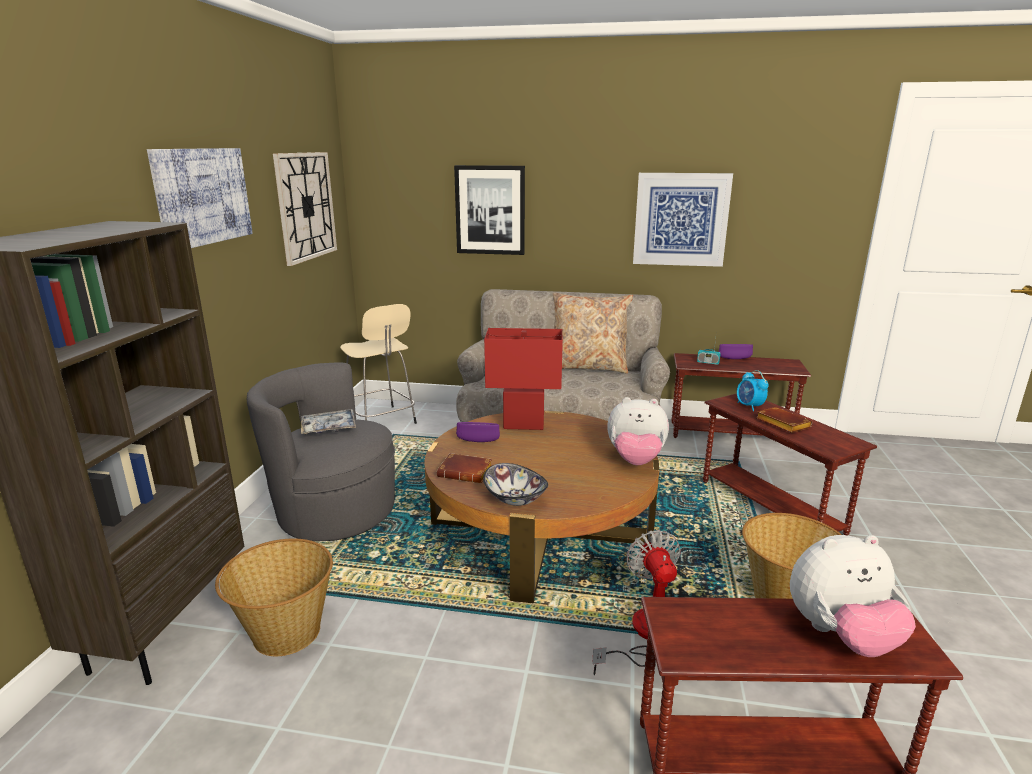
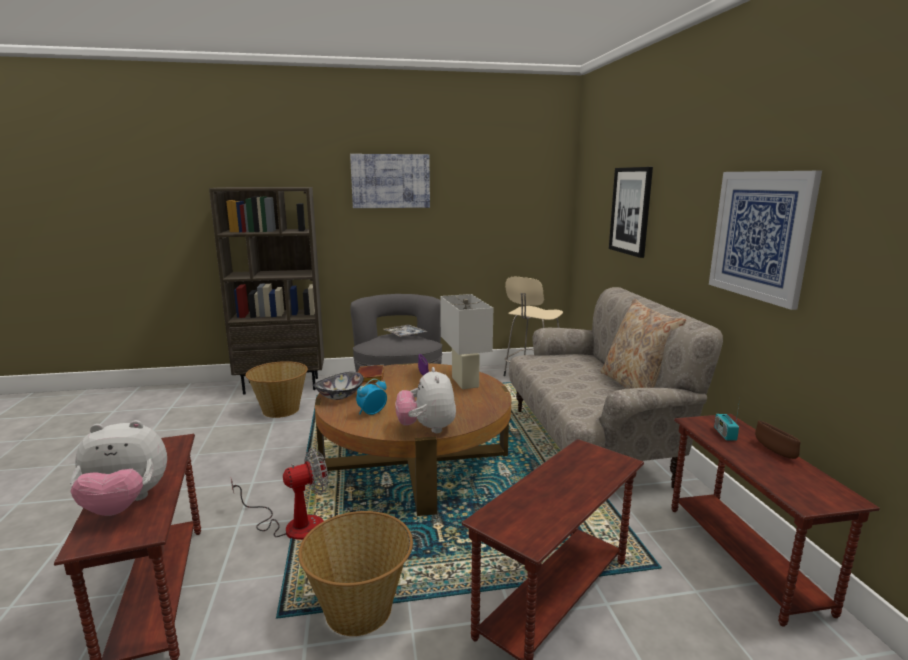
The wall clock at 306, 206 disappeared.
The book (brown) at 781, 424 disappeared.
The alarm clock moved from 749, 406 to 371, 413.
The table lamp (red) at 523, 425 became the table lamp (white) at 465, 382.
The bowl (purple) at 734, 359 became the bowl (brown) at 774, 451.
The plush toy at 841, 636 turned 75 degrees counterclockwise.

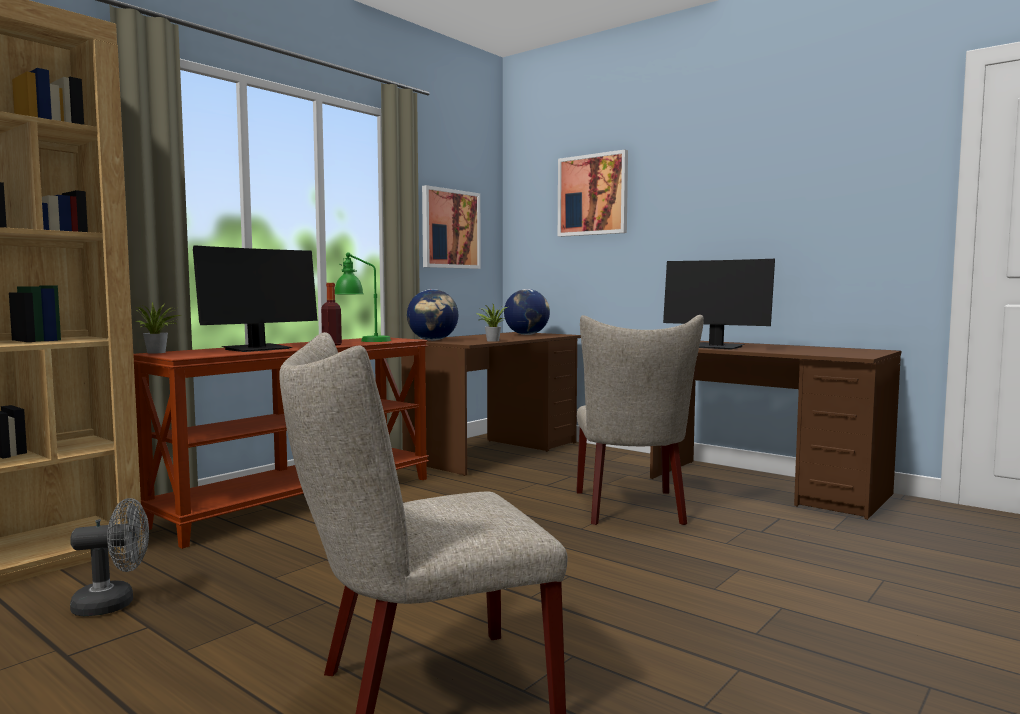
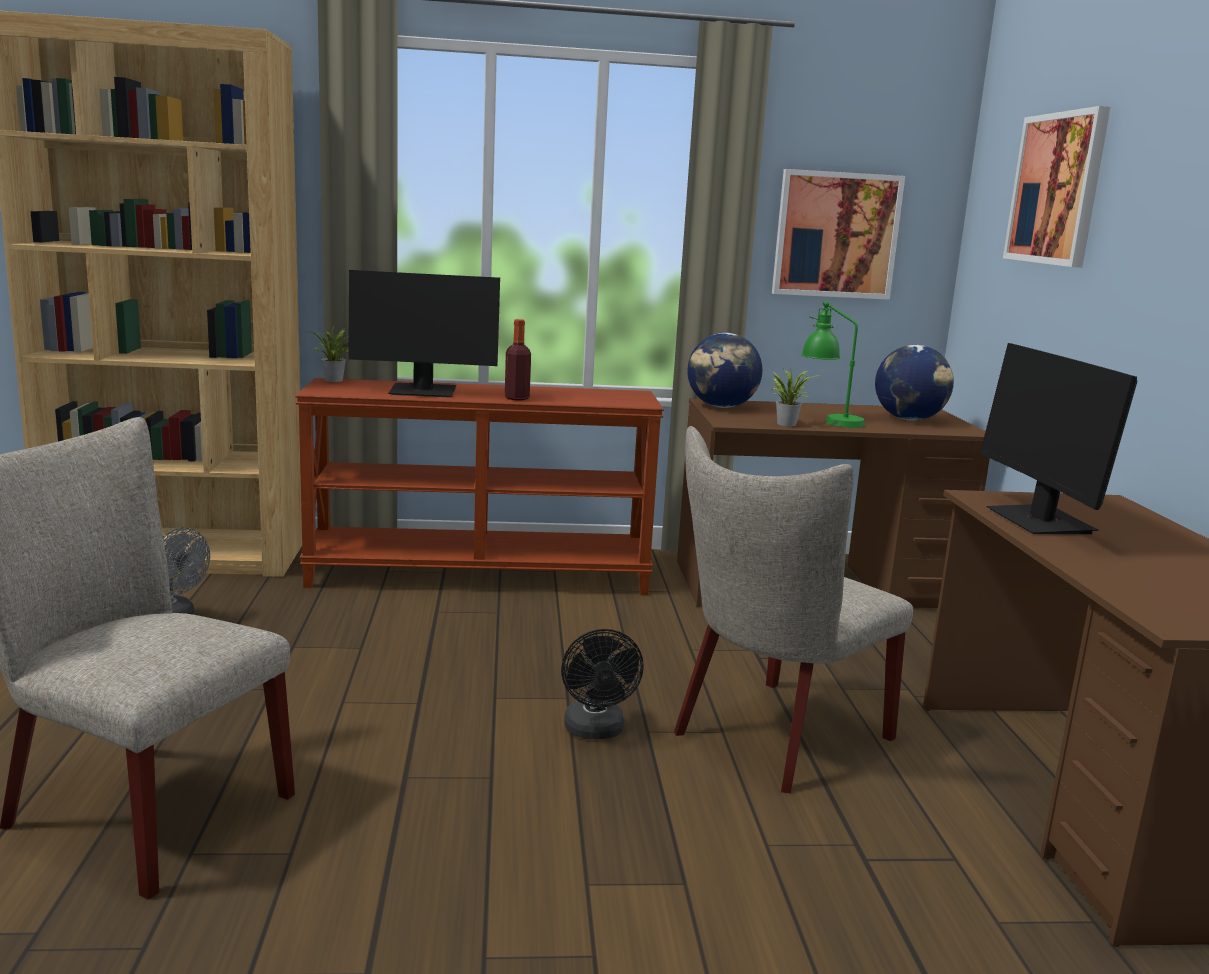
The fan (black) at 596, 732 appeared.
The table lamp (green) moved from 362, 341 to 828, 420.

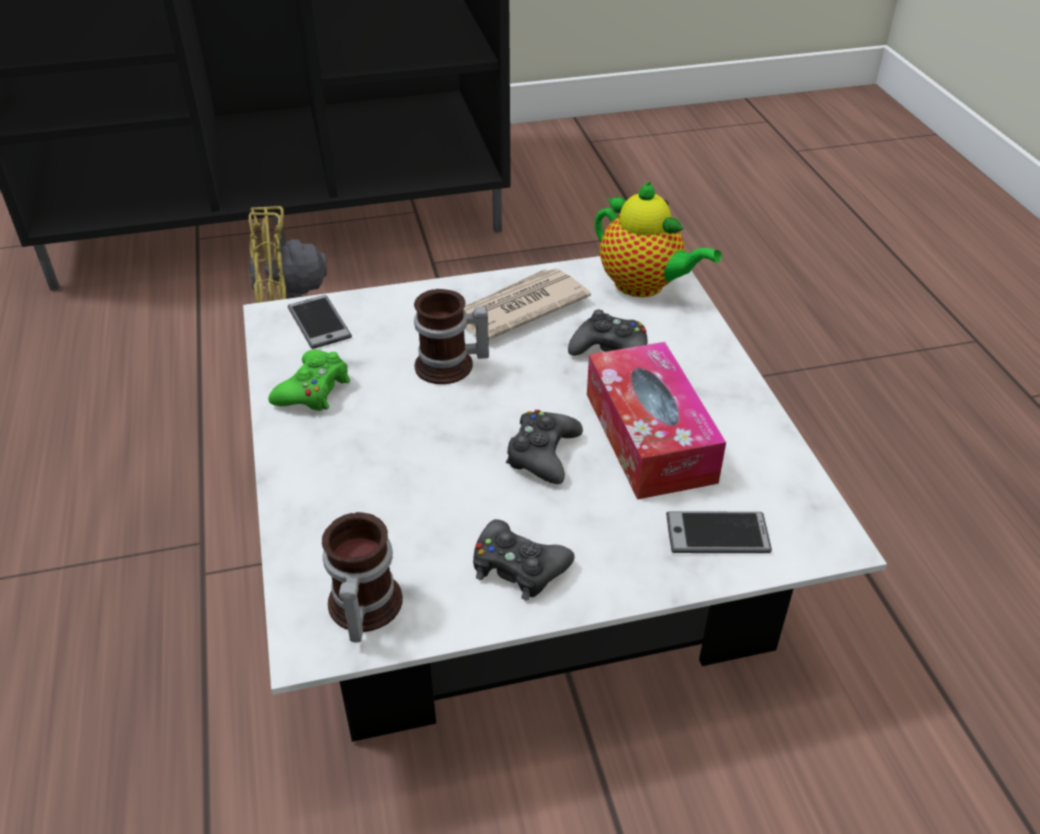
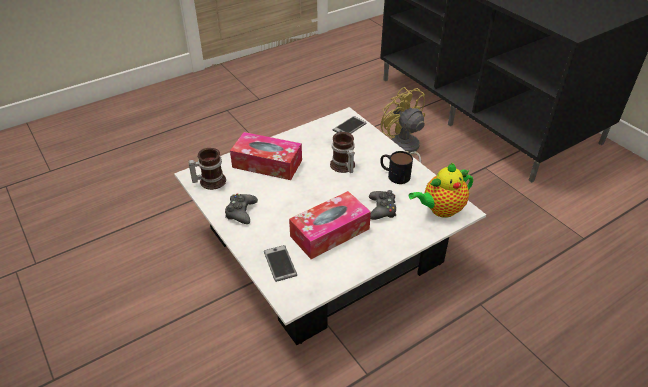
The game controller (green) at 313, 390 disappeared.
The game controller (black) at 543, 454 disappeared.
The tissue box at 267, 164 appeared.
The newspaper at 518, 309 was replaced by the mug at 394, 175.
The teapot at 644, 286 turned 45 degrees clockwise.

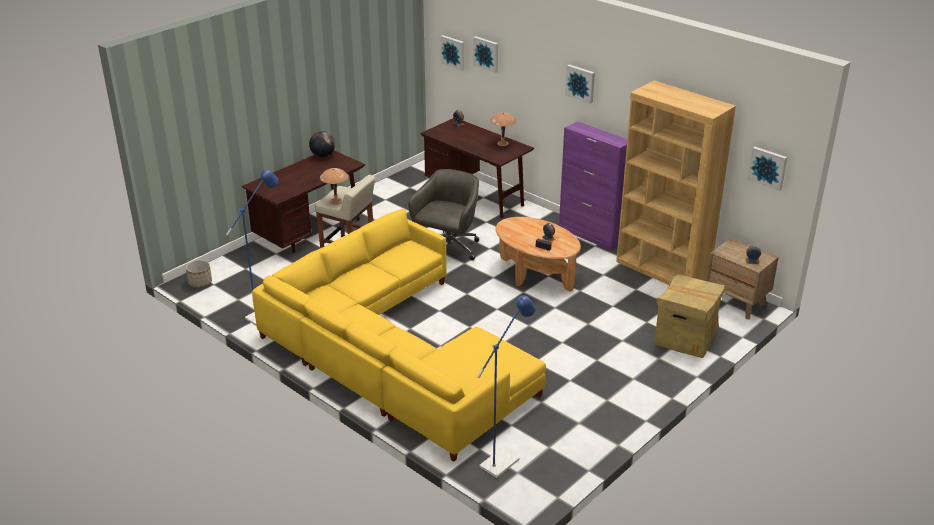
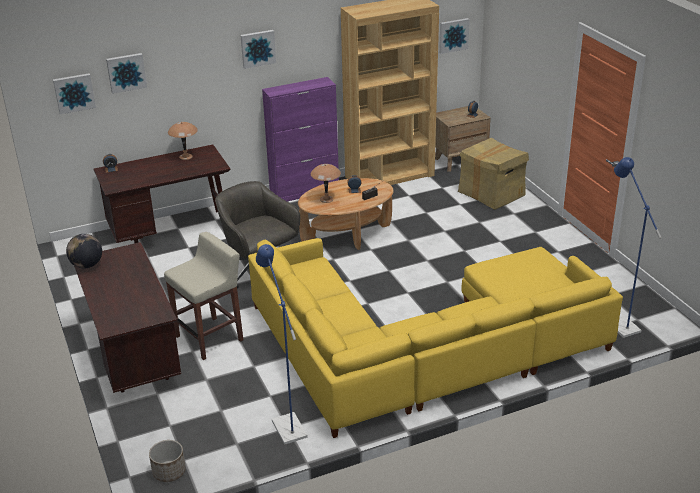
The table lamp (brown) moved from 336, 201 to 326, 199.

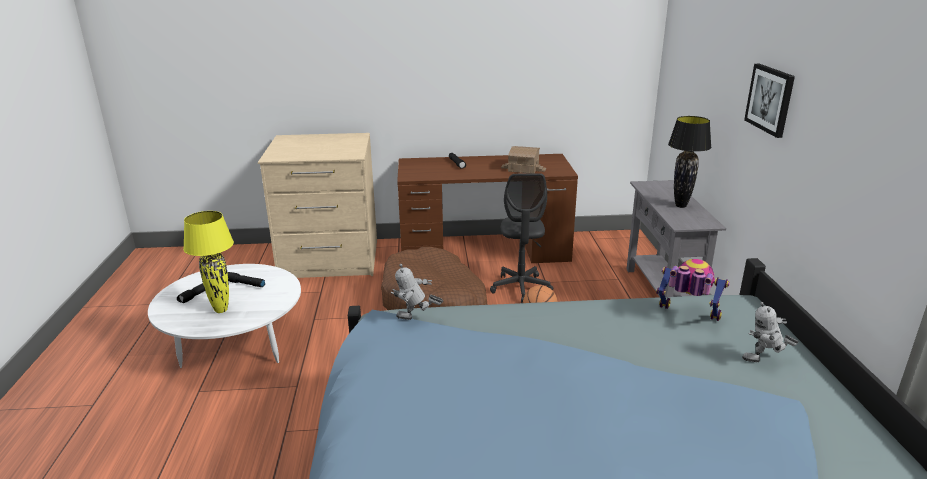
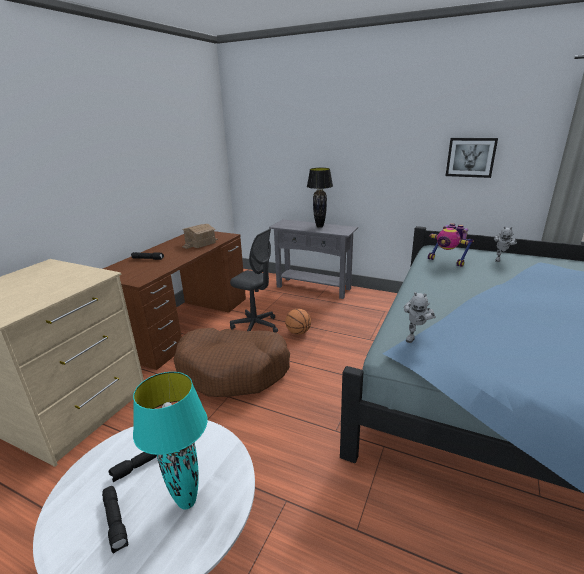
The picture moved from 770, 99 to 470, 157.
The table lamp (yellow) at 220, 310 became the table lamp (turquoise) at 187, 502.
The toy robot at 687, 317 turned 105 degrees counterclockwise.

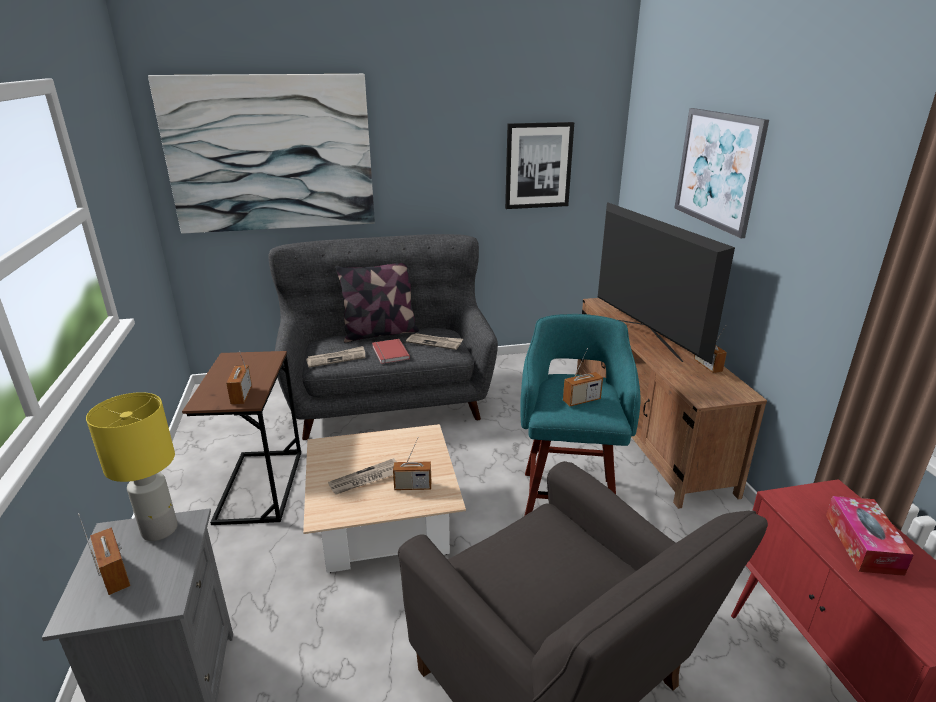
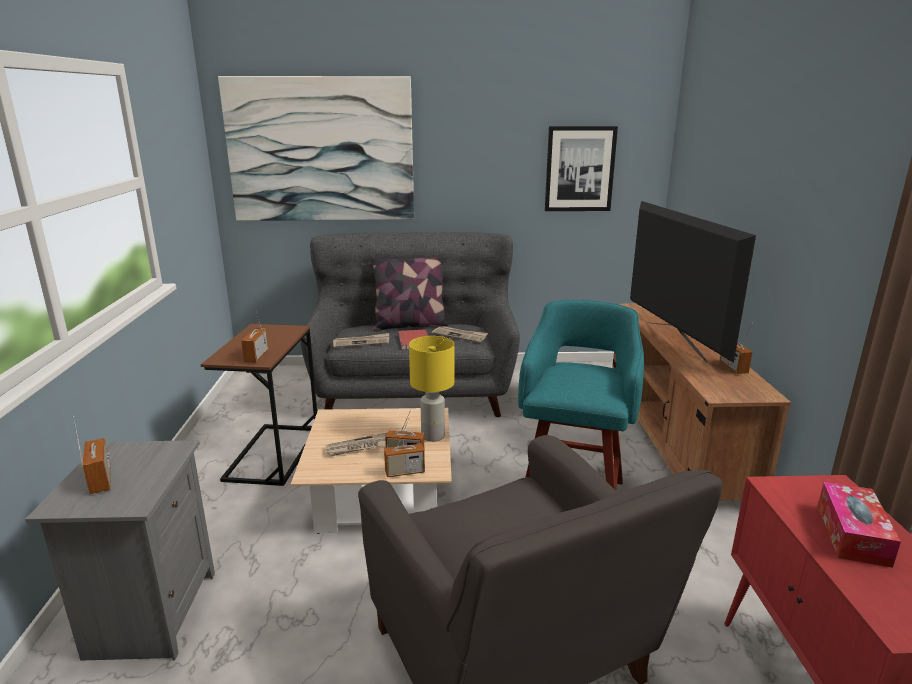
The picture at 718, 169 disappeared.
The table lamp (yellow) moved from 159, 529 to 432, 436.
The radio moved from 581, 400 to 404, 472.

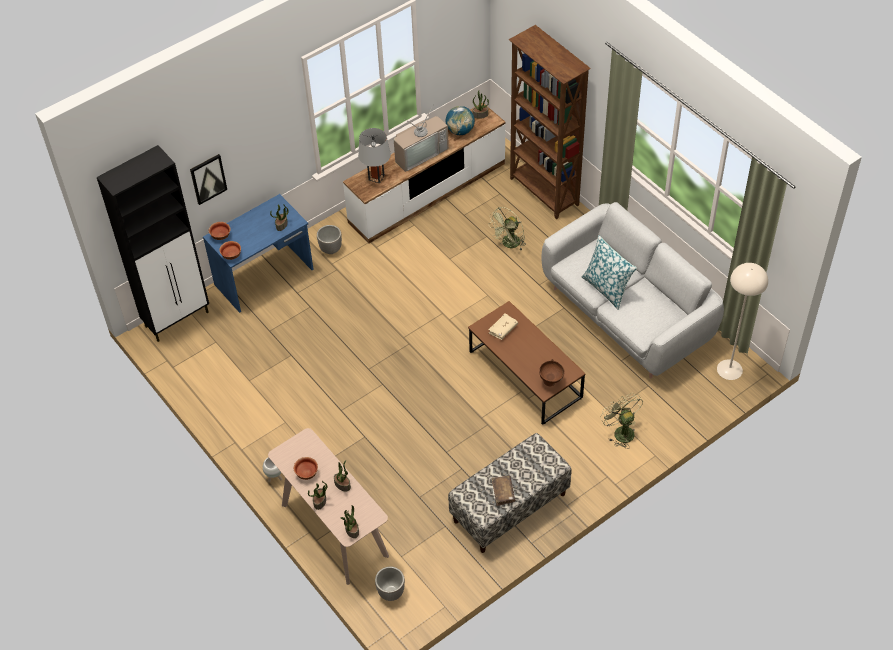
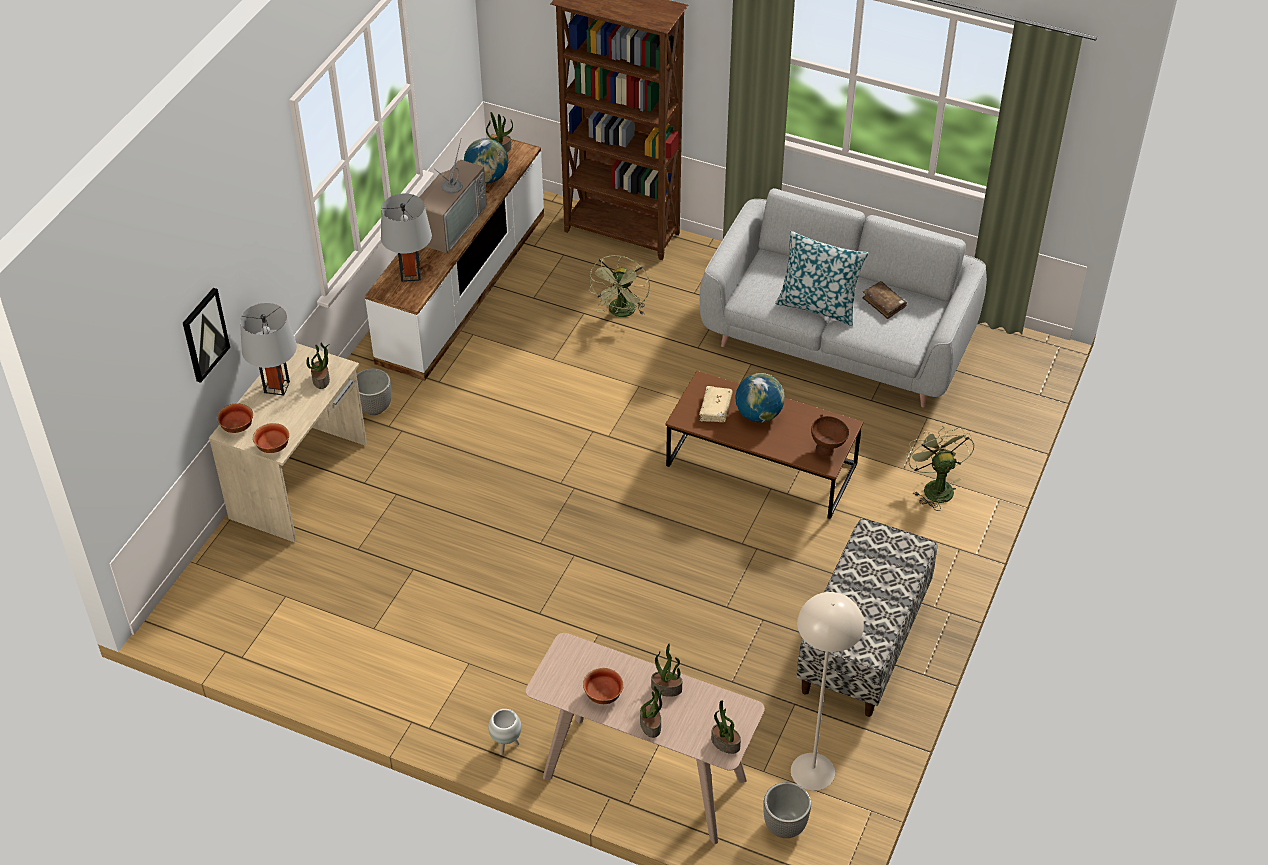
The cabinet (black) at 178, 319 disappeared.
The table lamp (grey) at 277, 387 appeared.
The globe at 758, 415 appeared.
The book (brown) moved from 503, 492 to 884, 303.
The floor lamp (beige) moved from 730, 369 to 813, 771.
The desk (blue) at 265, 277 became the desk (beige) at 301, 480.
The fan (green) at 620, 431 turned 45 degrees clockwise.

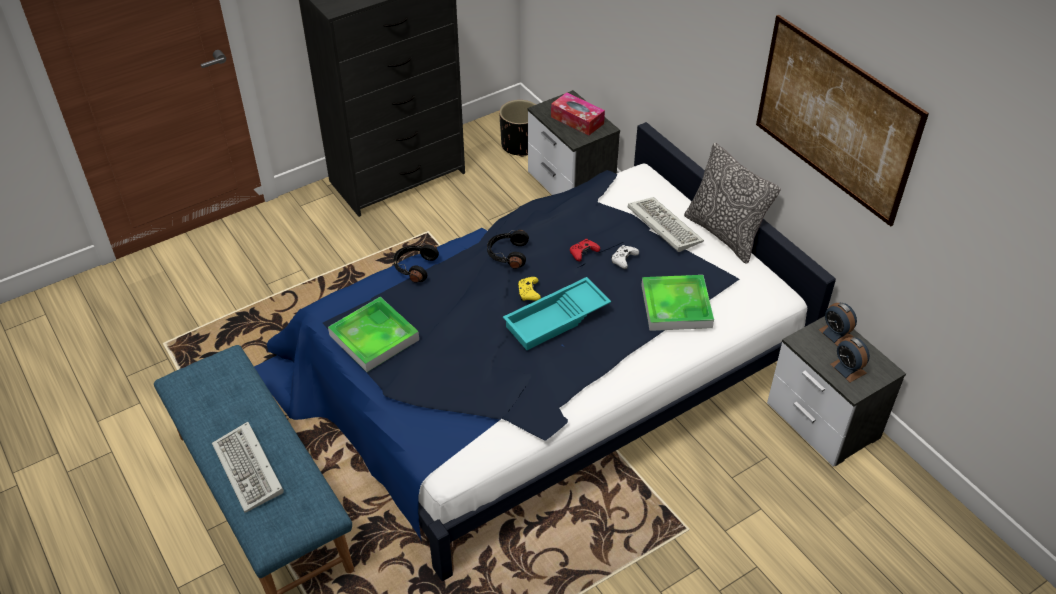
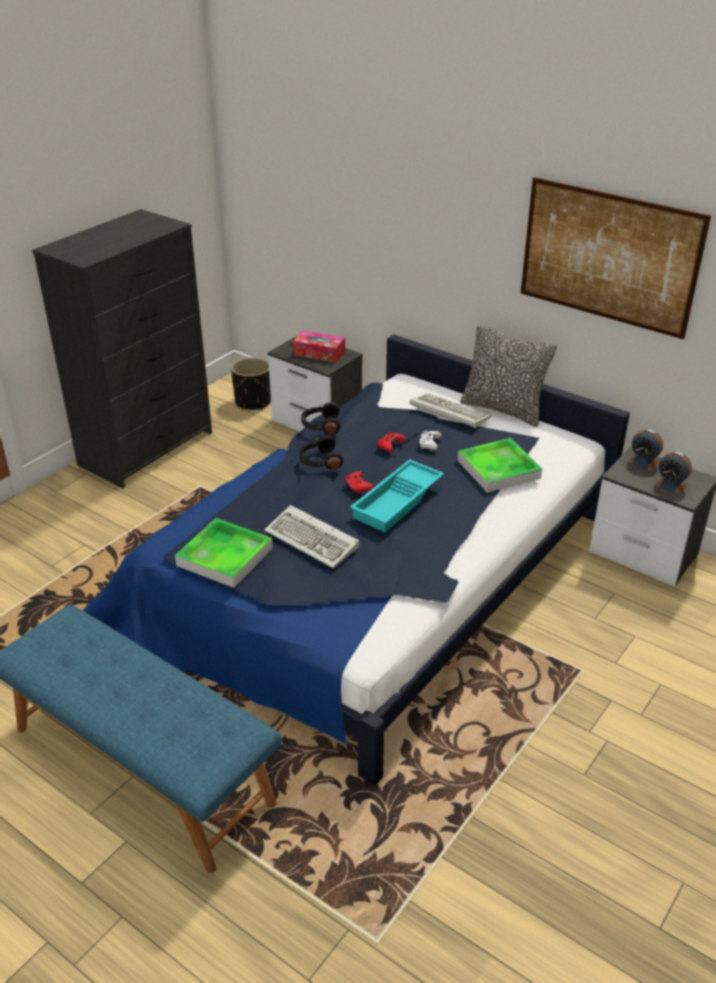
The keyboard moved from 250, 470 to 314, 540.
The headphones (black) moved from 414, 267 to 321, 425.
The game controller (yellow) at 528, 293 became the game controller (red) at 357, 487.

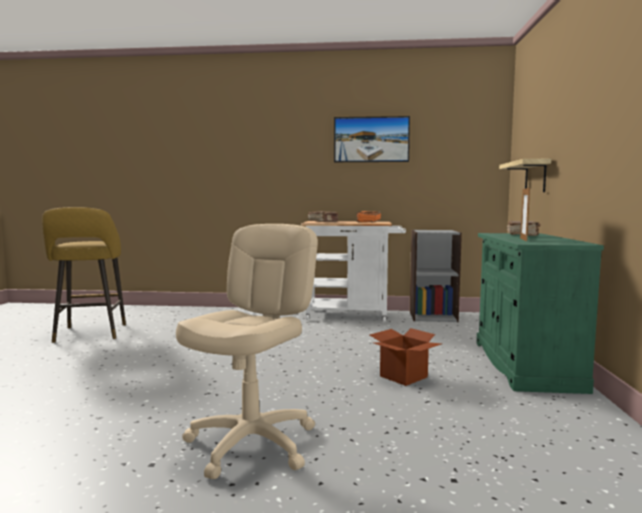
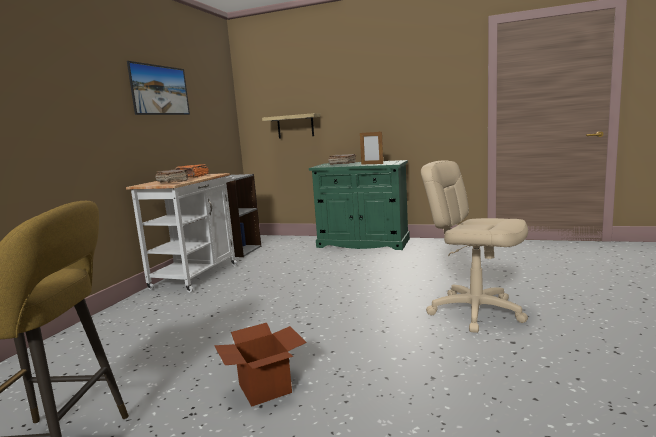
The cardboard box moved from 403, 376 to 264, 388.

